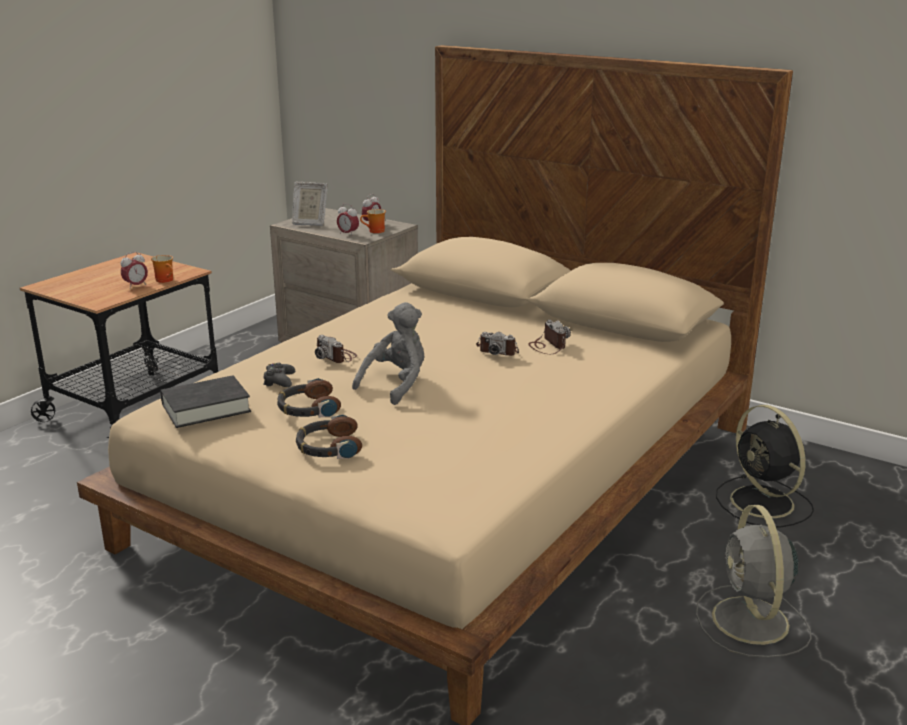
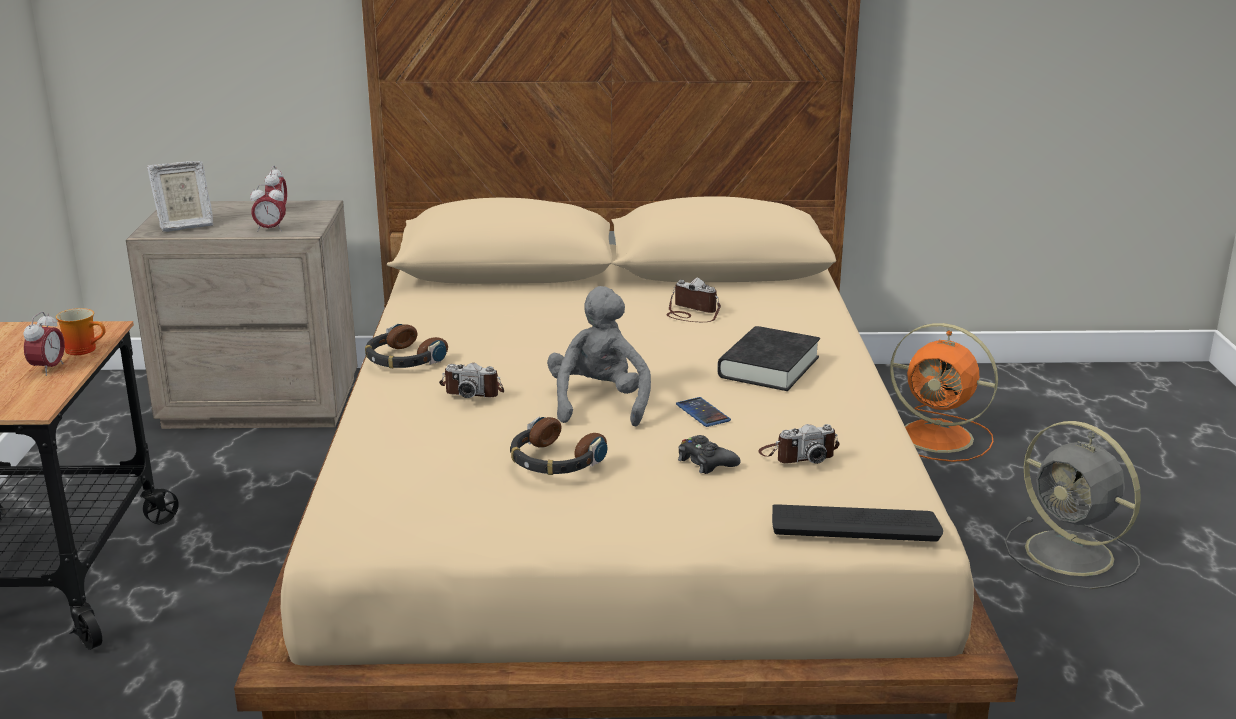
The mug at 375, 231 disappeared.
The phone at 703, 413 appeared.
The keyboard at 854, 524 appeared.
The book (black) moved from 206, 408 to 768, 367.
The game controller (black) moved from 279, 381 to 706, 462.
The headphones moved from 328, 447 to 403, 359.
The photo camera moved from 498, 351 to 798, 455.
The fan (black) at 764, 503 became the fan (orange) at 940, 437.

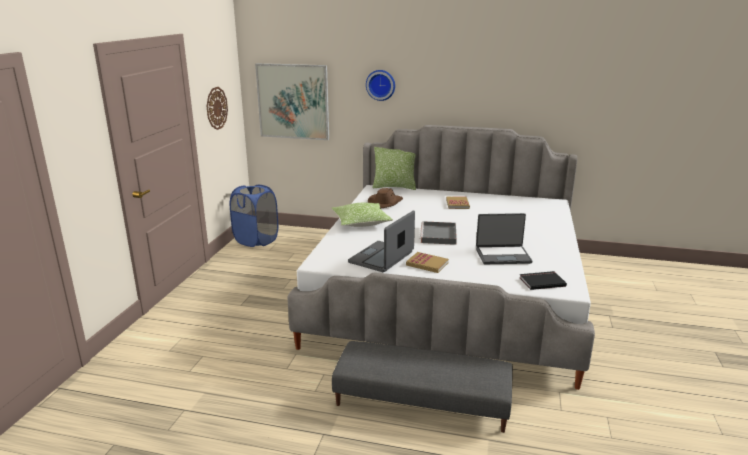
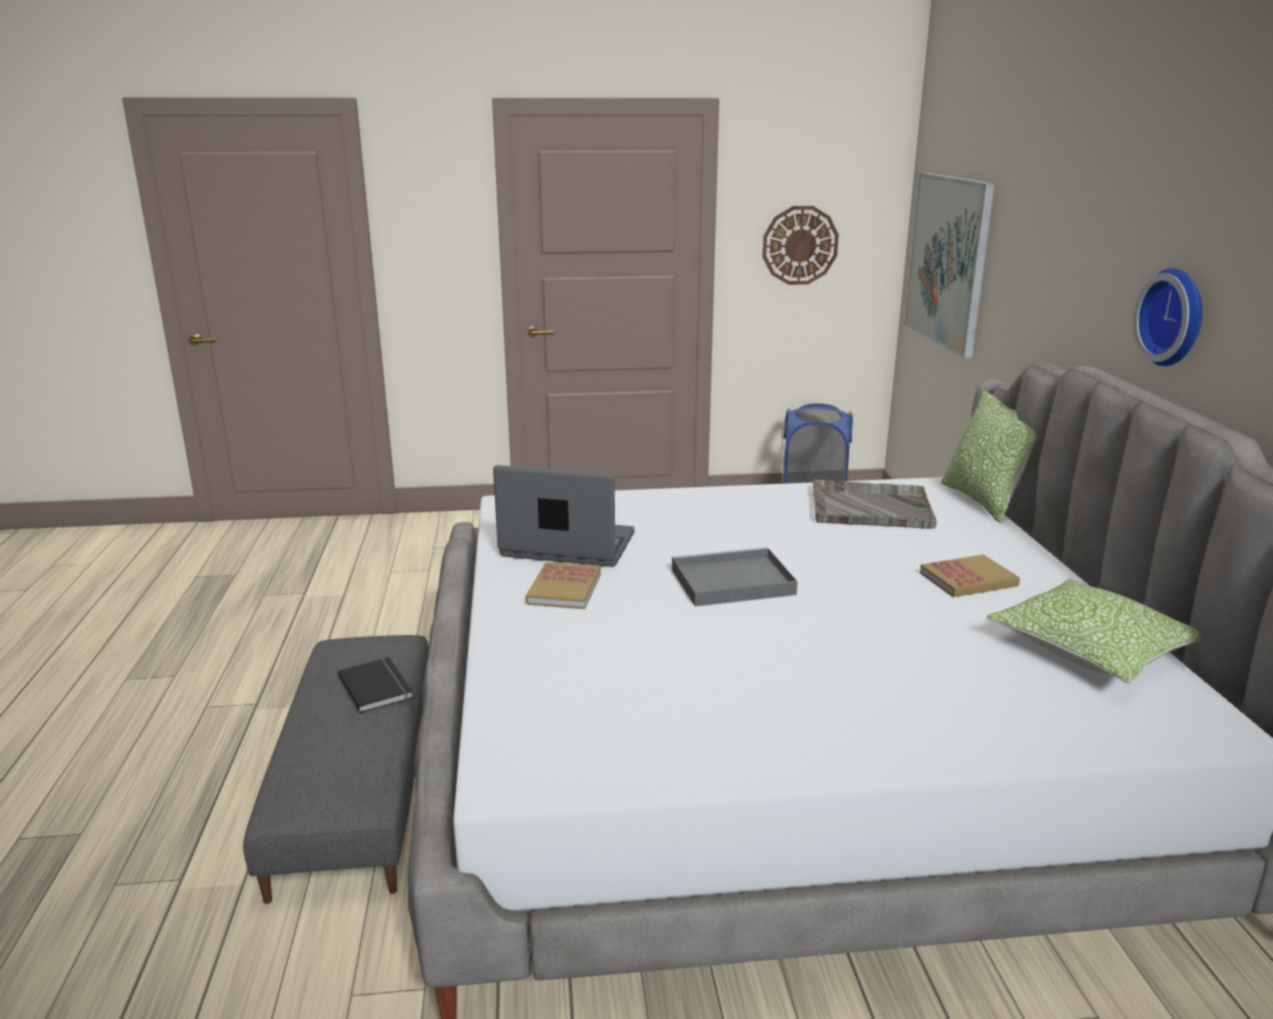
The laptop at 503, 255 disappeared.
The pillow moved from 361, 222 to 1091, 650.
The wall clock moved from 381, 85 to 1175, 317.
The book (black) moved from 541, 281 to 378, 686.
The hat (brown) at 385, 202 was replaced by the tray (grey) at 869, 507.

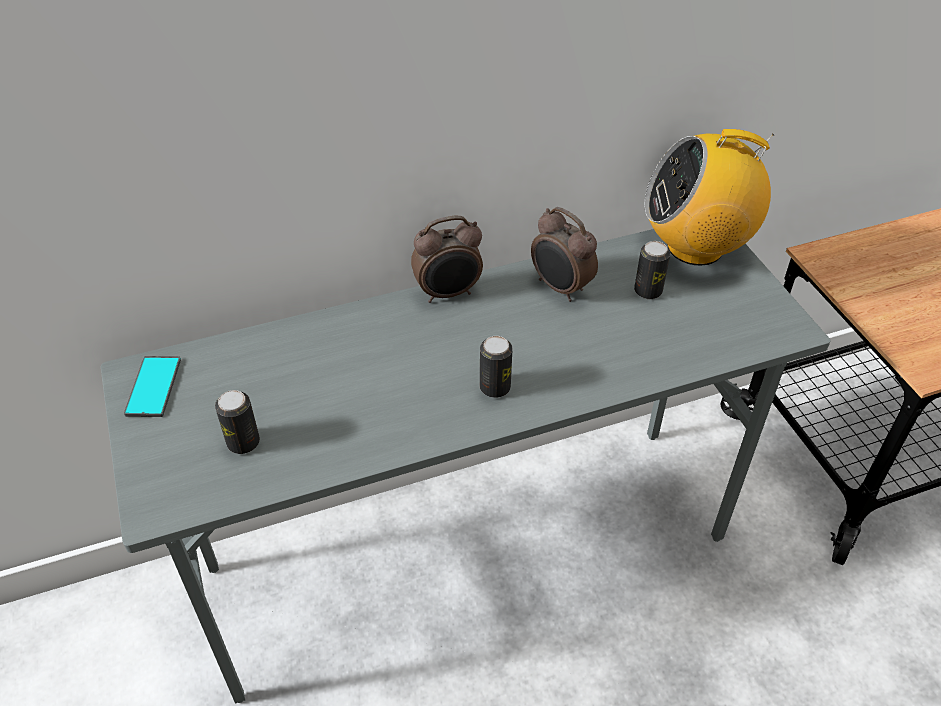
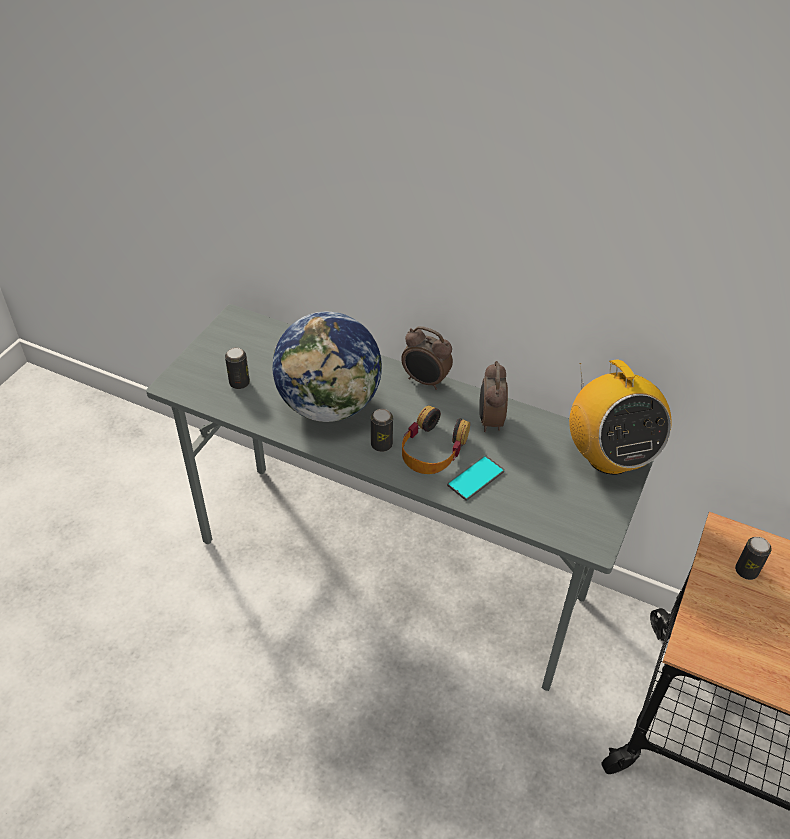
The globe at 330, 405 appeared.
The headphones at 433, 449 appeared.
The phone moved from 153, 387 to 475, 478.
The can moved from 648, 291 to 746, 571.
The radio at 696, 247 turned 150 degrees counterclockwise.

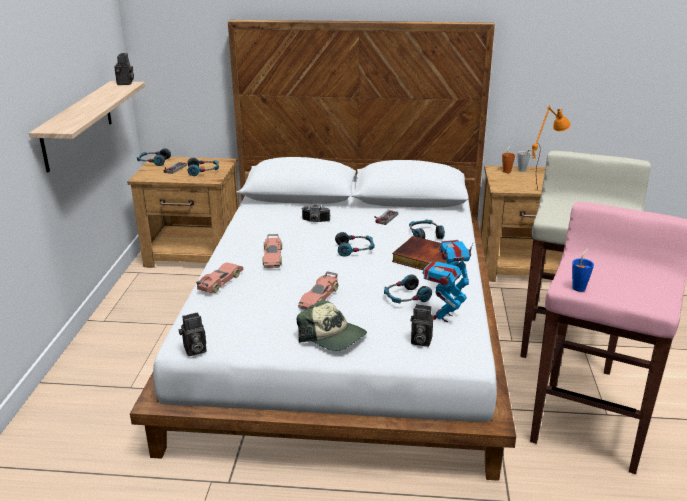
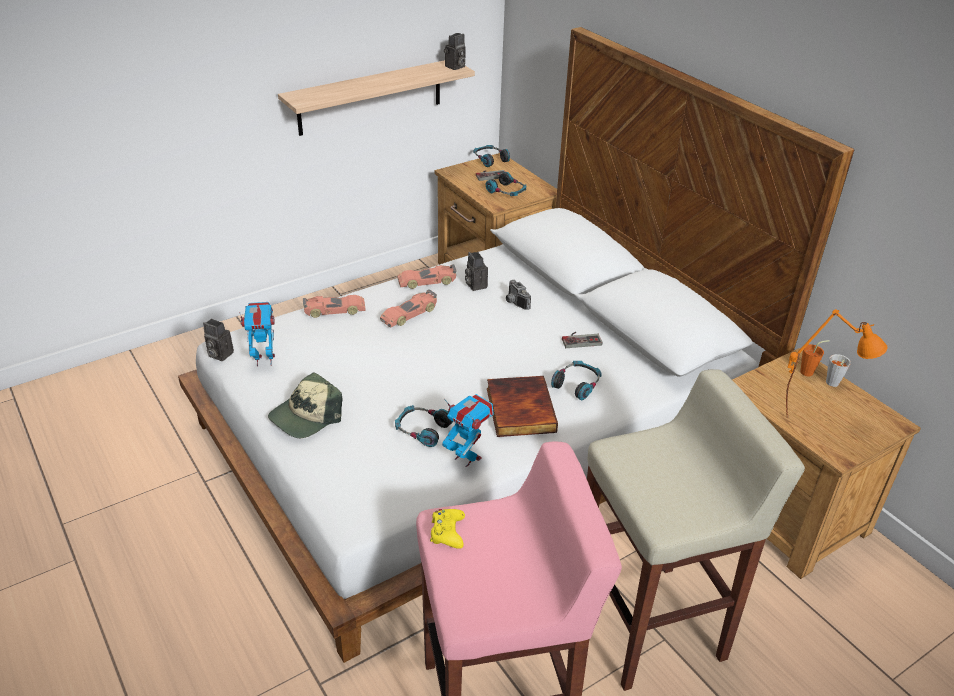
The headphones at 354, 249 disappeared.
The toy car moved from 319, 297 to 427, 282.
The photo camera moved from 420, 341 to 475, 285.
The toy robot moved from 442, 316 to 264, 360.
The cup (blue) at 580, 287 was replaced by the game controller (yellow) at 447, 532.
The cap at 332, 336 turned 45 degrees clockwise.

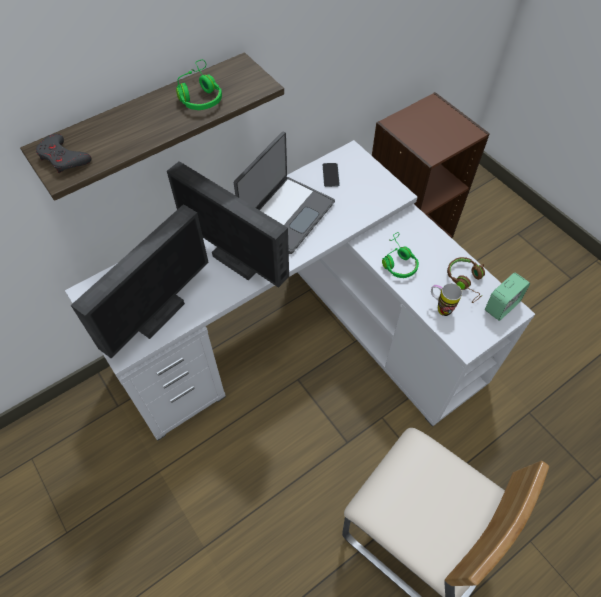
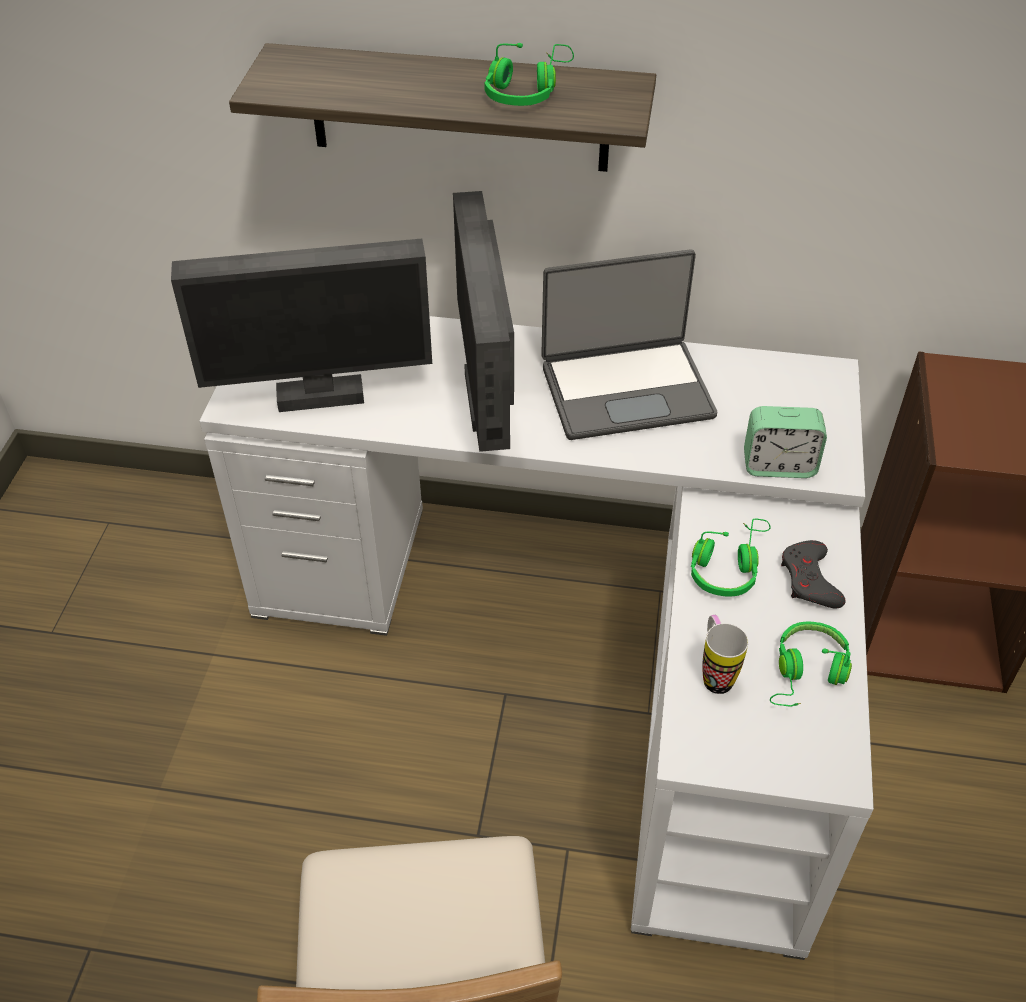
The phone at 330, 175 disappeared.
The game controller (grey) moved from 63, 158 to 810, 580.
The alarm clock moved from 501, 306 to 778, 465.
The headphones (brown) at 466, 281 became the headphones (green) at 807, 673.

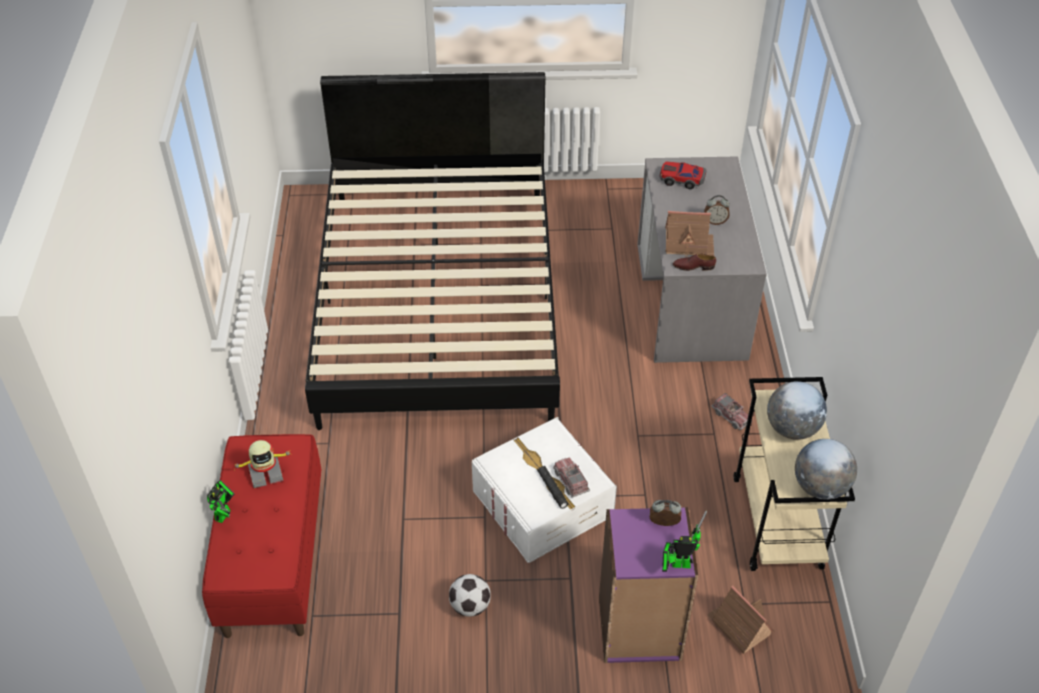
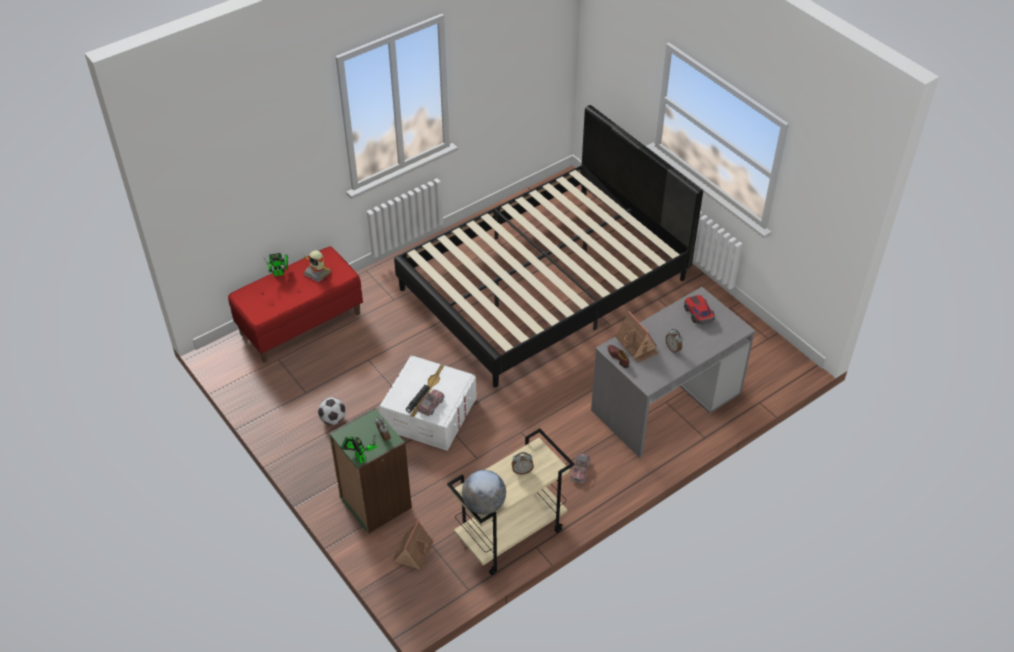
The globe at 792, 428 was replaced by the alarm clock at 522, 470.
The bookcase (purple) at 639, 629 became the bookcase (green) at 375, 503.

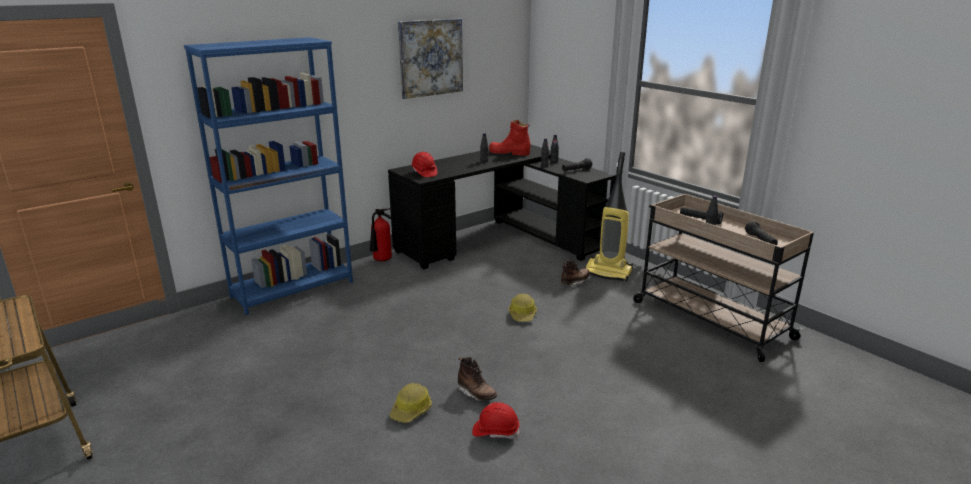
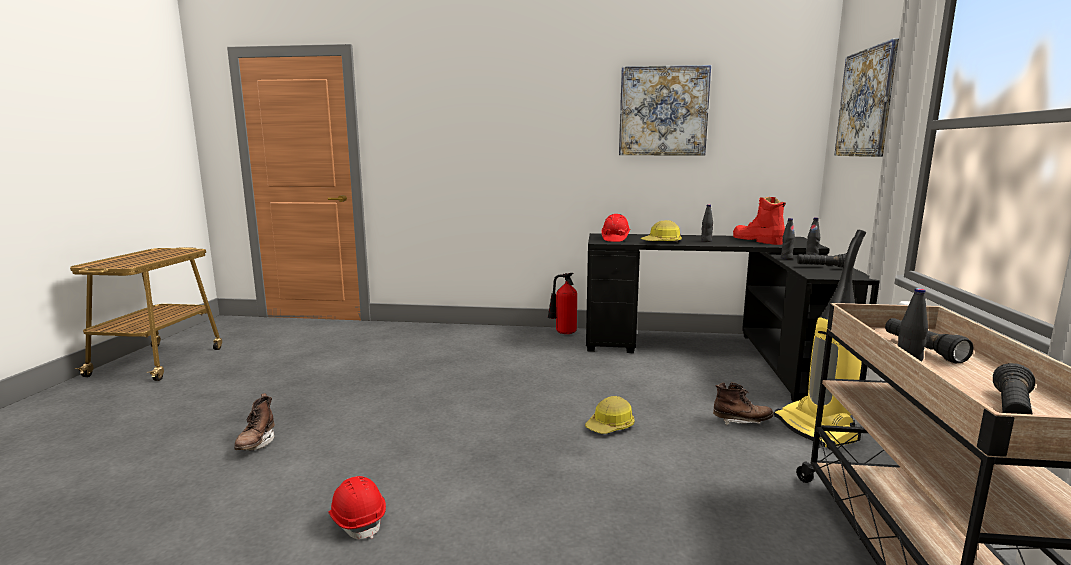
The bookcase (blue) at 293, 289 disappeared.
The picture at 867, 103 appeared.
The hard hat moved from 411, 410 to 662, 242.
The boot (brown) moved from 476, 394 to 256, 444.

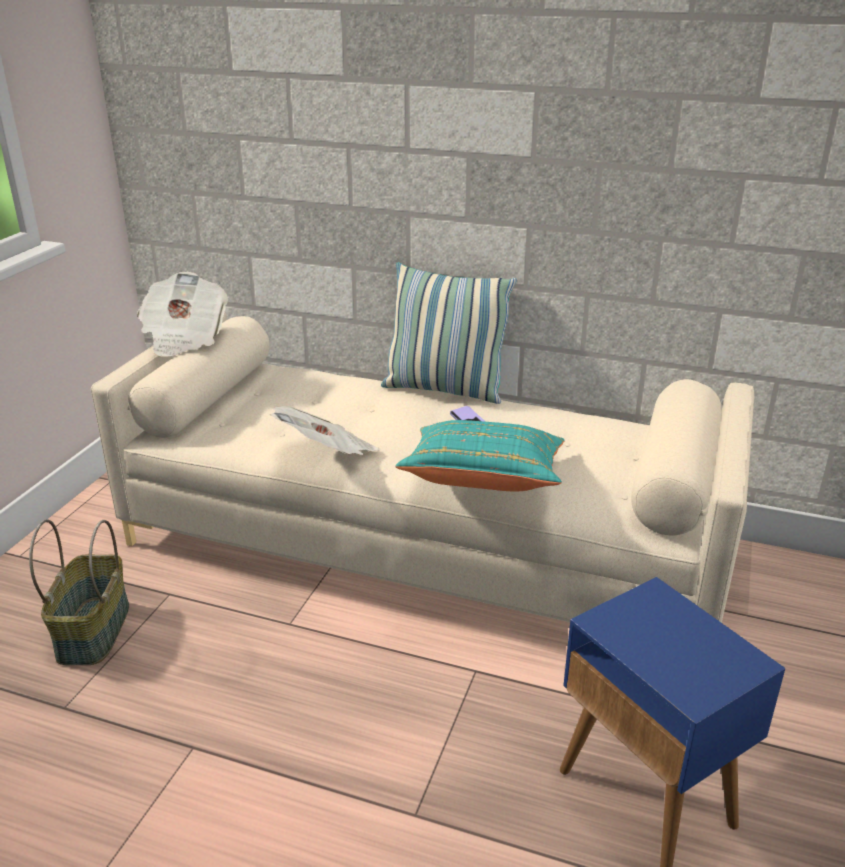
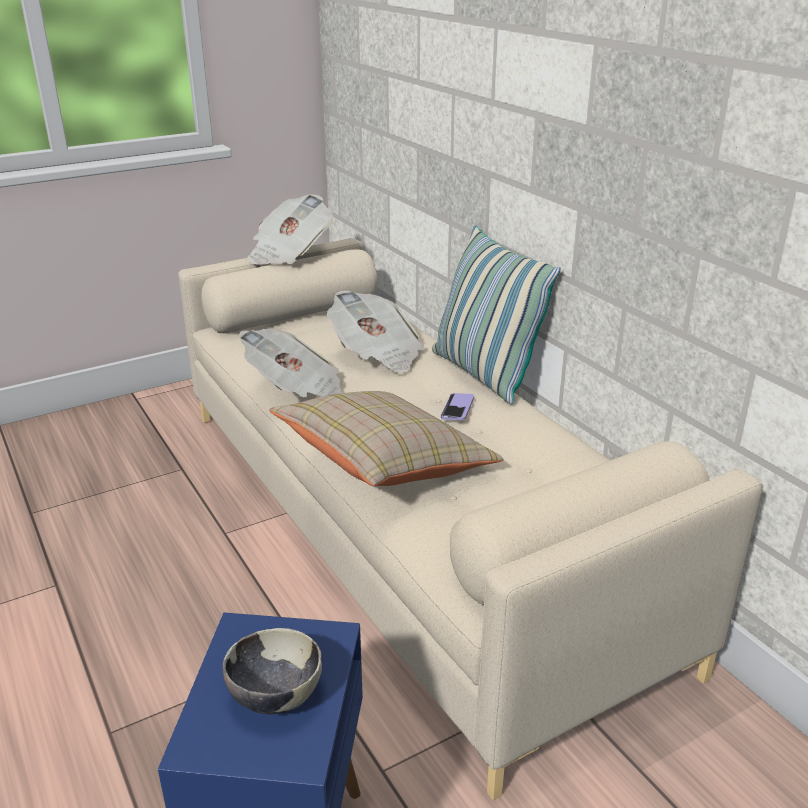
The basket at 92, 630 disappeared.
The bowl at 275, 697 appeared.
The newspaper at 377, 354 appeared.
The pillow (turquoise) at 484, 481 became the pillow (beige) at 385, 466.

